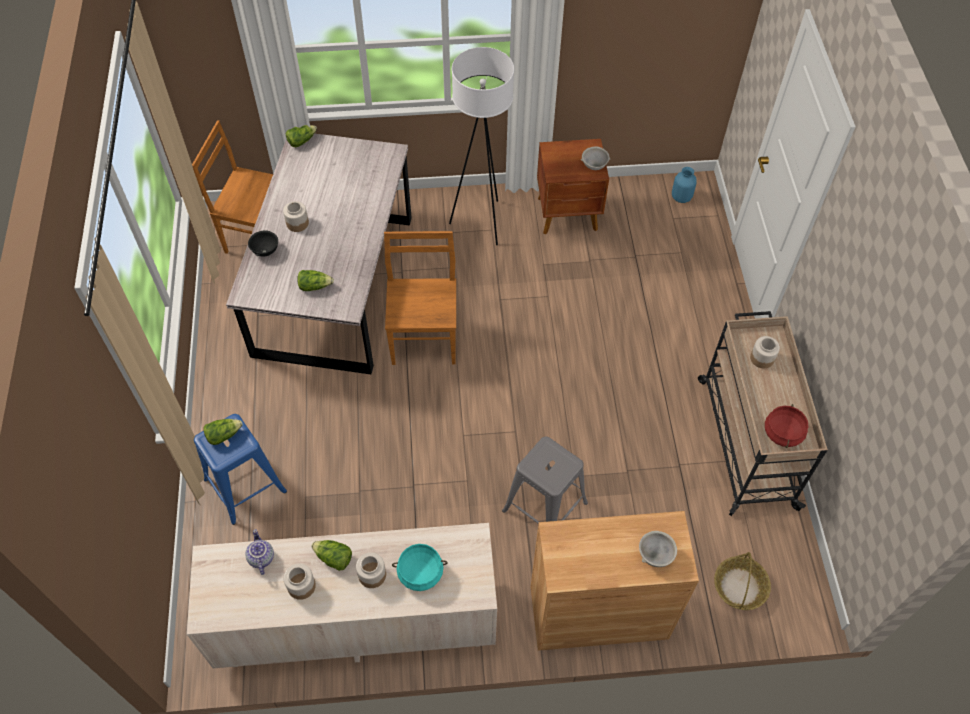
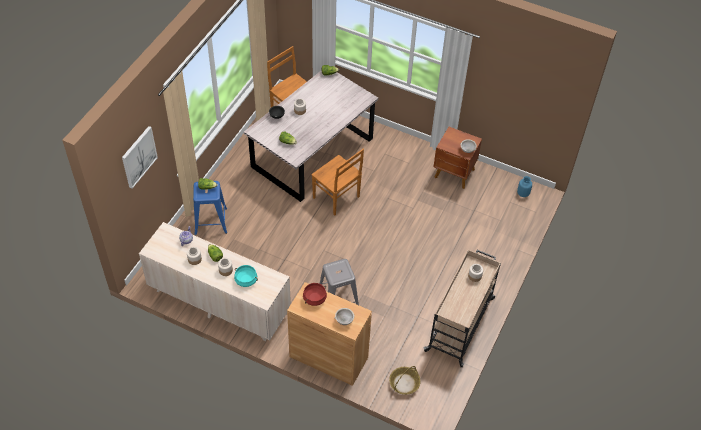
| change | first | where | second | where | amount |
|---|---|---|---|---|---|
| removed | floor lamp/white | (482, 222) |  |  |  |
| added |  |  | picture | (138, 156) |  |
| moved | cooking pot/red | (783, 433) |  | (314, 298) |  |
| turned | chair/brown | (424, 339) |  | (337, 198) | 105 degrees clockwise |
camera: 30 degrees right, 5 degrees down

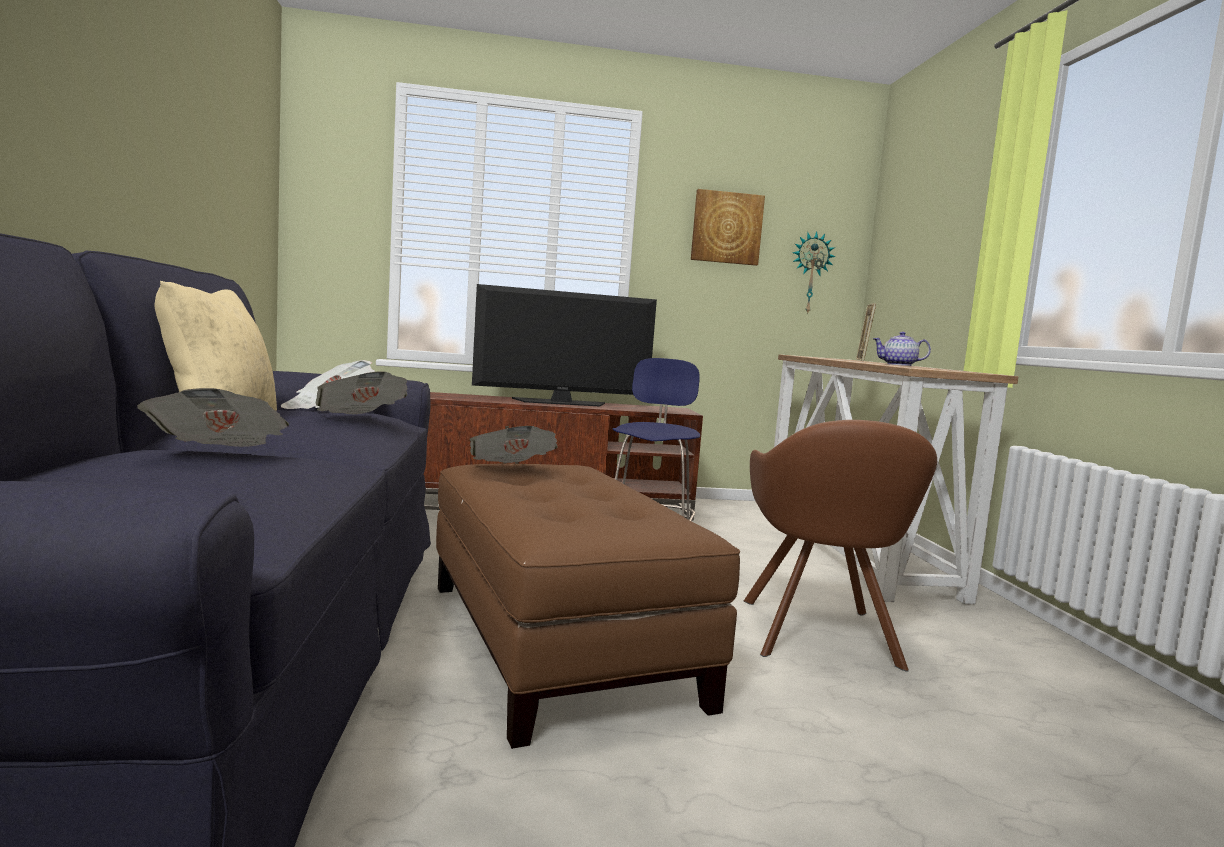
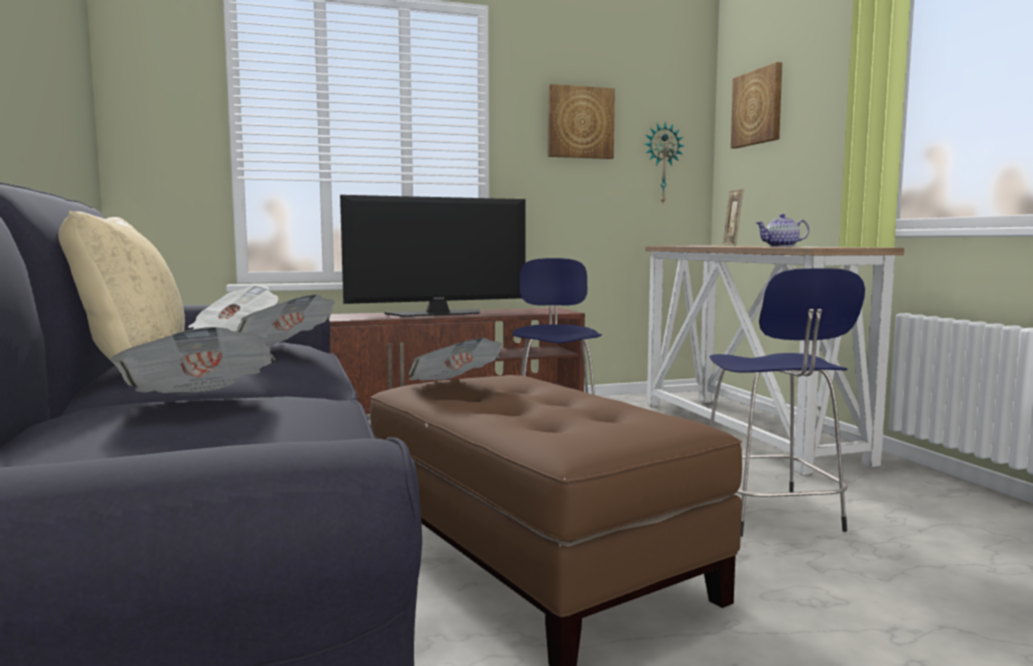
| change | first | where | second | where | amount |
|---|---|---|---|---|---|
| added |  |  | picture | (758, 107) |  |
| replaced | armchair/brown | (820, 636) | stool/blue | (770, 515) |  |
camera: 10 degrees left, 0 degrees up

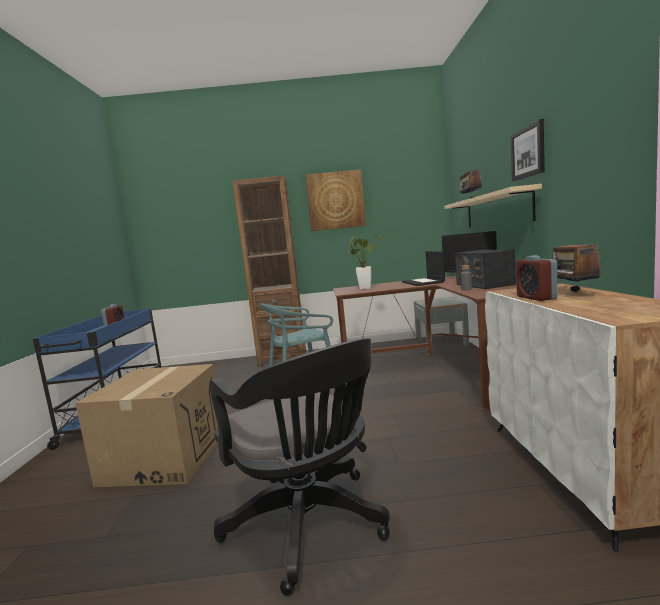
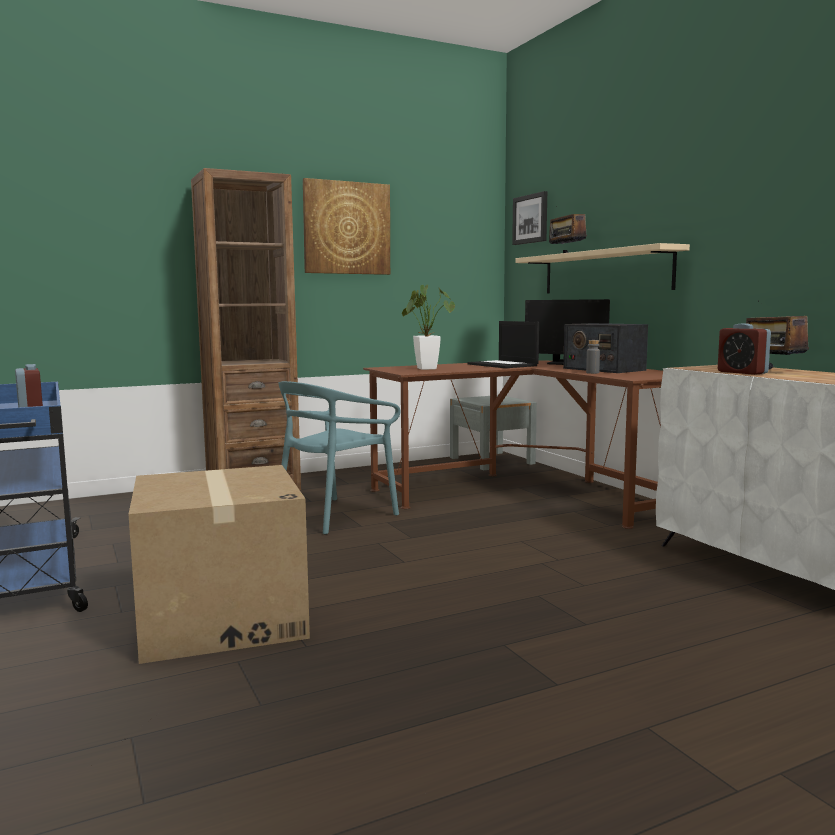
| change | first | where | second | where | amount |
|---|---|---|---|---|---|
| removed | office chair/black | (310, 526) |  |  |  |
| moved | picture | (528, 152) |  | (530, 219) |  |
camera: 25 degrees left, 0 degrees up

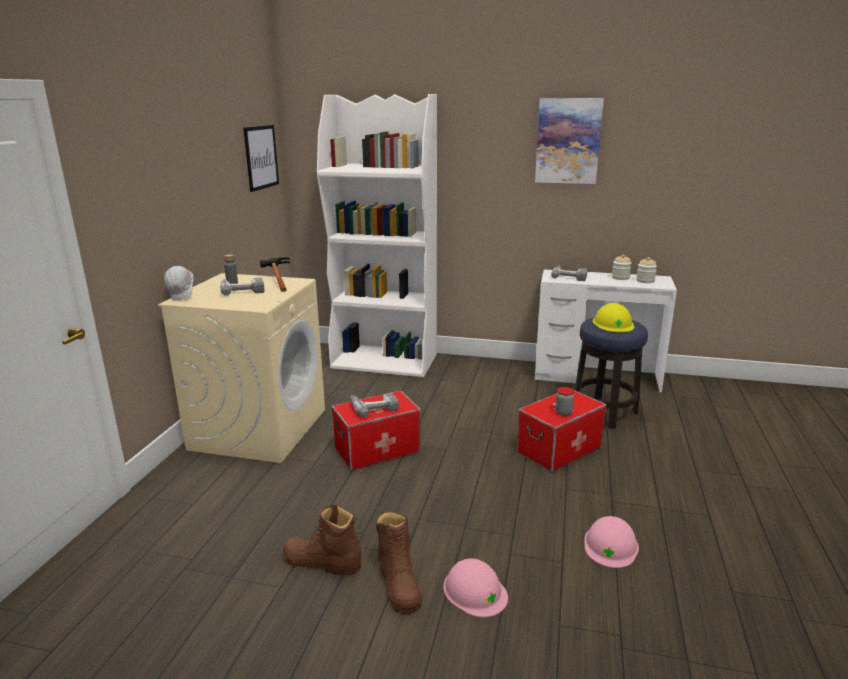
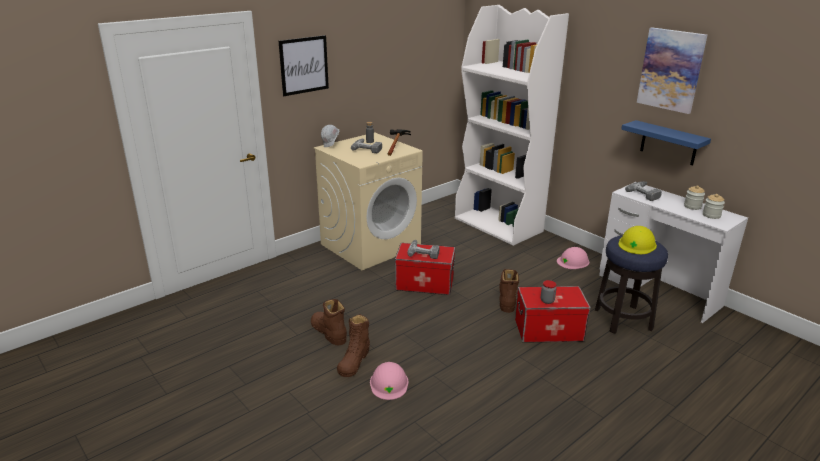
| change | first | where | second | where | amount |
|---|---|---|---|---|---|
| added |  |  | boot/brown | (507, 299) |  |
| added |  |  | shelf/blue | (668, 143) |  |
| moved | picture | (261, 157) |  | (304, 65) |  |
| moved | hard hat/pink | (610, 545) |  | (573, 261) |  |
camera: 35 degrees right, 5 degrees up

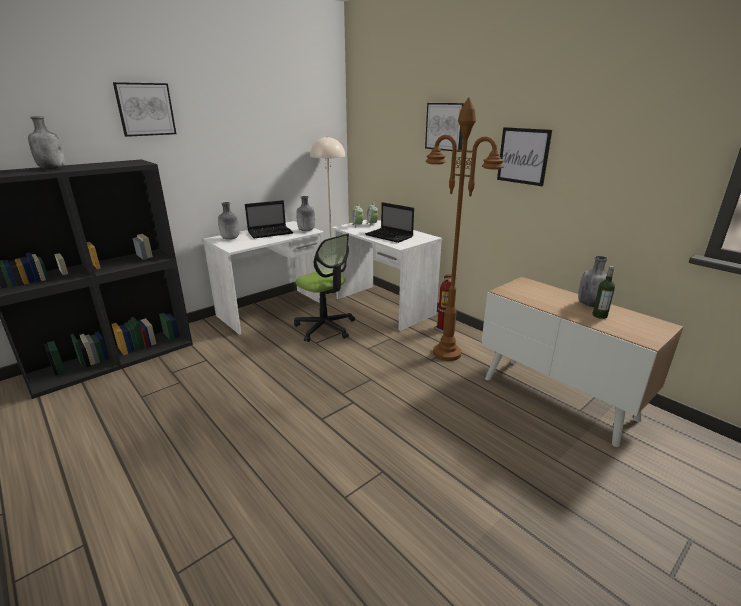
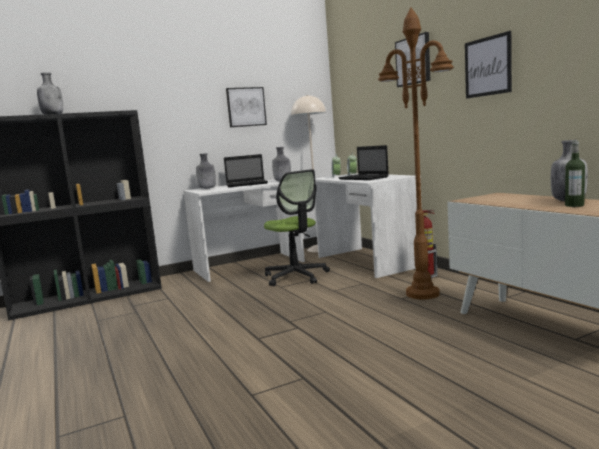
| change | first | where | second | where | amount |
|---|---|---|---|---|---|
| moved | picture | (145, 109) |  | (246, 107) |  |
camera: 15 degrees right, 15 degrees down

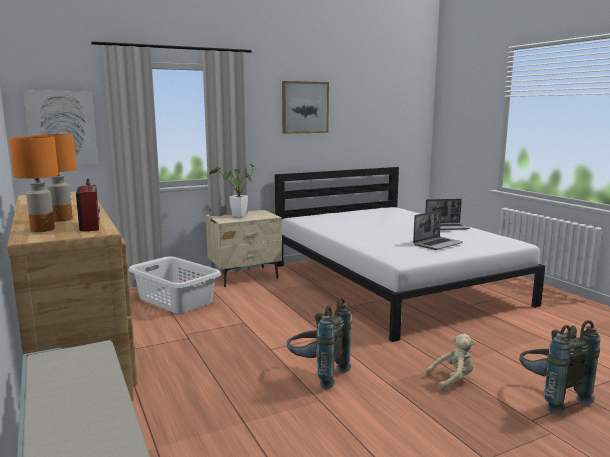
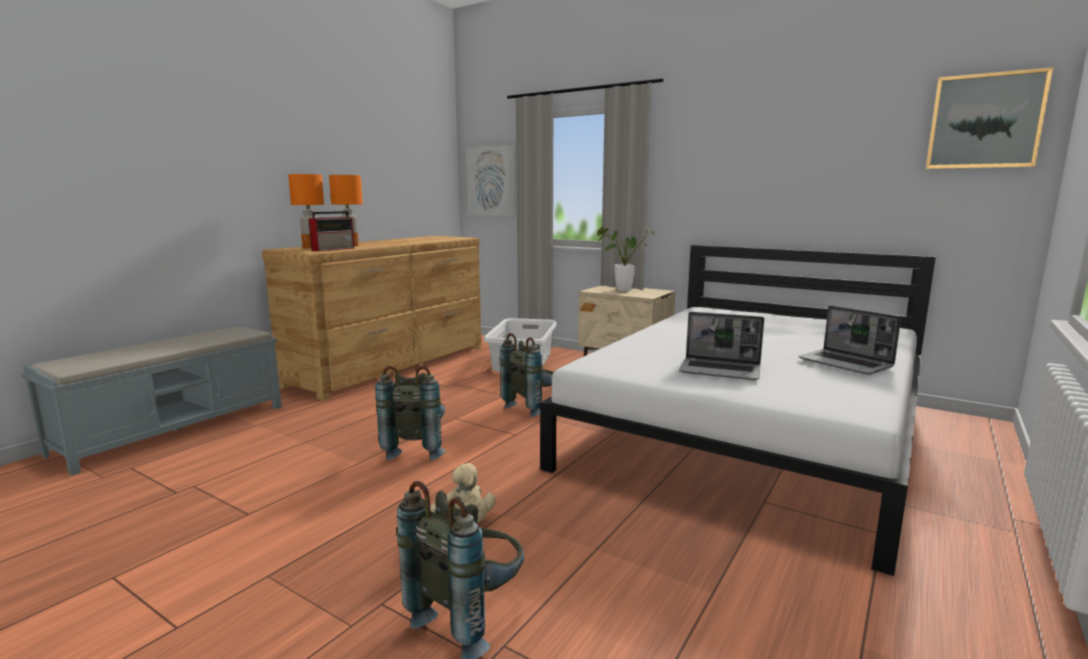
| change | first | where | second | where | amount |
|---|---|---|---|---|---|
| added |  |  | backpack/grey | (533, 407) |  |
| moved | picture | (304, 107) |  | (985, 121) |  |
camera: 60 degrees right, 0 degrees up

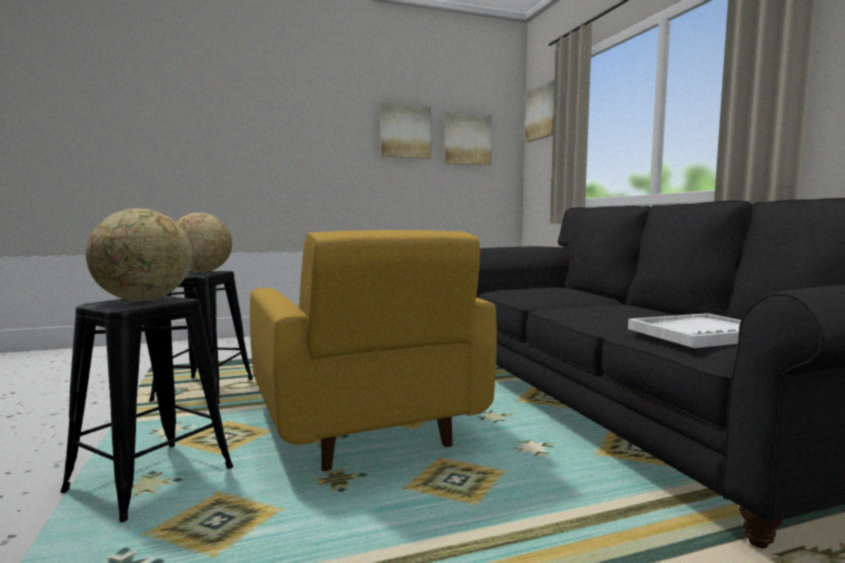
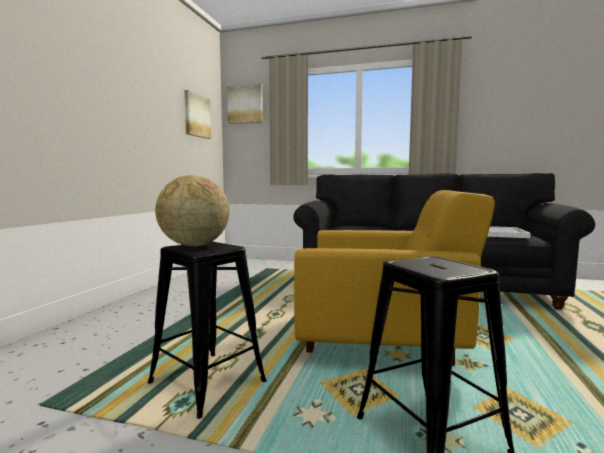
| change | first | where | second | where | amount |
|---|---|---|---|---|---|
| removed | globe | (144, 300) |  |  |  |
| removed | picture | (405, 131) |  |  |  |
camera: 55 degrees left, 0 degrees up

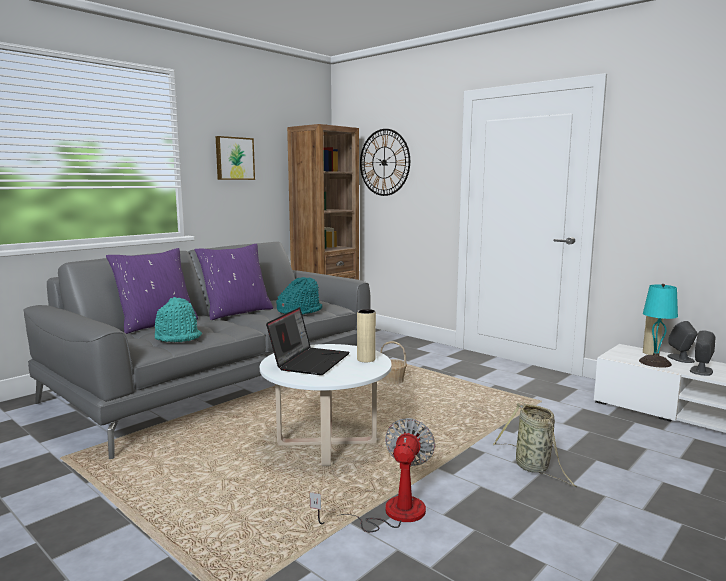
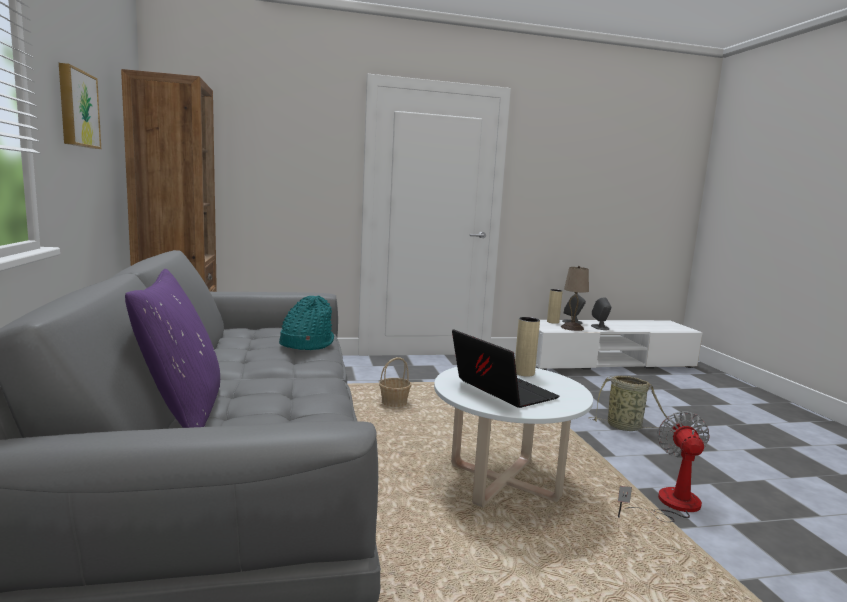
| change | first | where | second | where | amount |
|---|---|---|---|---|---|
| removed | hat/turquoise | (178, 337) |  |  |  |
| removed | pillow/purple | (236, 312) |  |  |  |
| removed | wall clock | (384, 162) |  |  |  |
| recoloured | table lamp/turquoise | (655, 362) | table lamp/beige | (572, 327) |  |
| turned | fan | (390, 513) |  | (669, 504) | 45 degrees clockwise |
camera: 55 degrees left, 0 degrees up

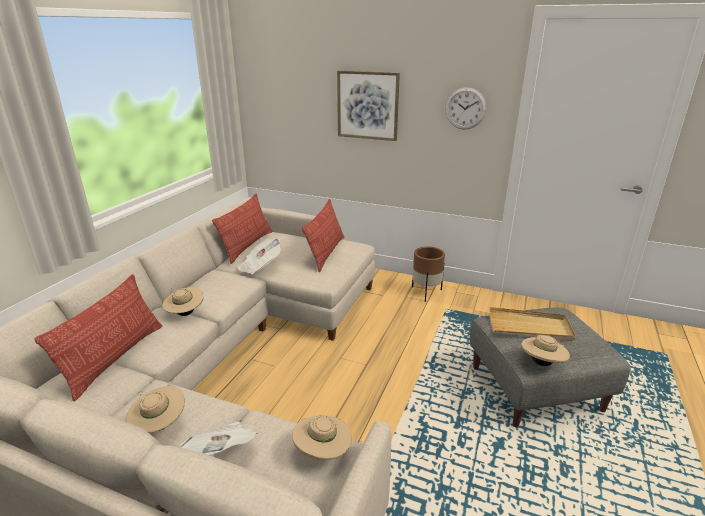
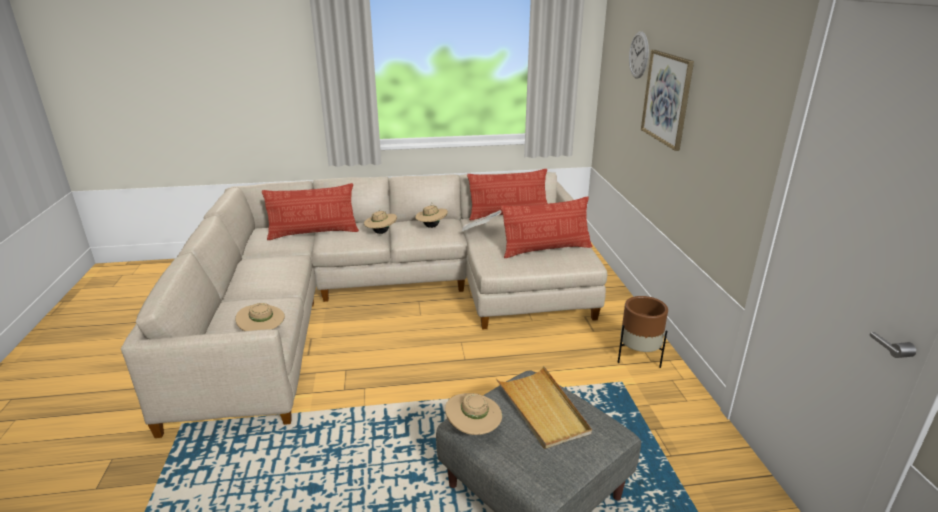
| change | first | where | second | where | amount |
|---|---|---|---|---|---|
| removed | newspaper | (222, 452) |  |  |  |
| moved | hat/beige | (159, 425) |  | (431, 226) |  |
| moved | wall clock | (465, 108) |  | (638, 55) |  |
camera: 60 degrees right, 0 degrees up

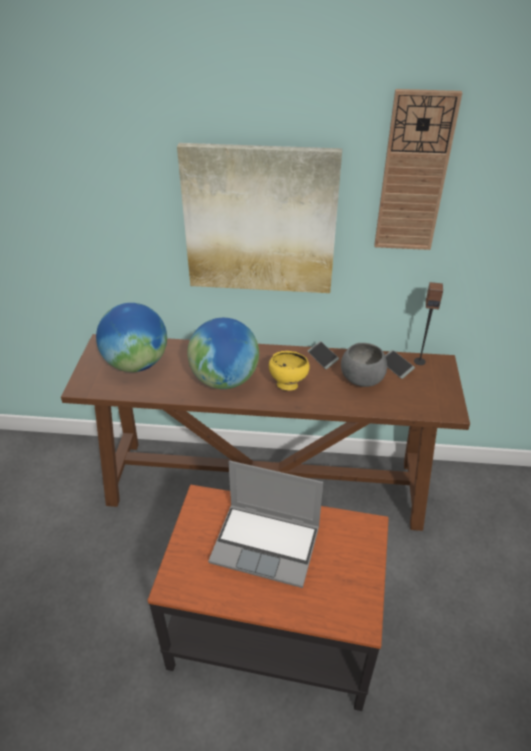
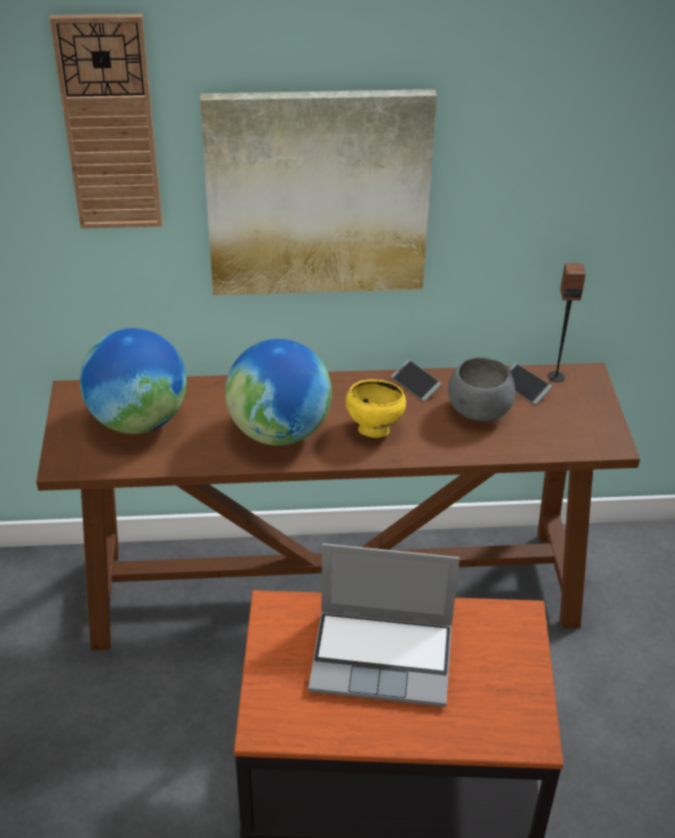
| change | first | where | second | where | amount |
|---|---|---|---|---|---|
| moved | wall clock | (414, 175) |  | (109, 125) |  |
camera: 10 degrees left, 0 degrees up

